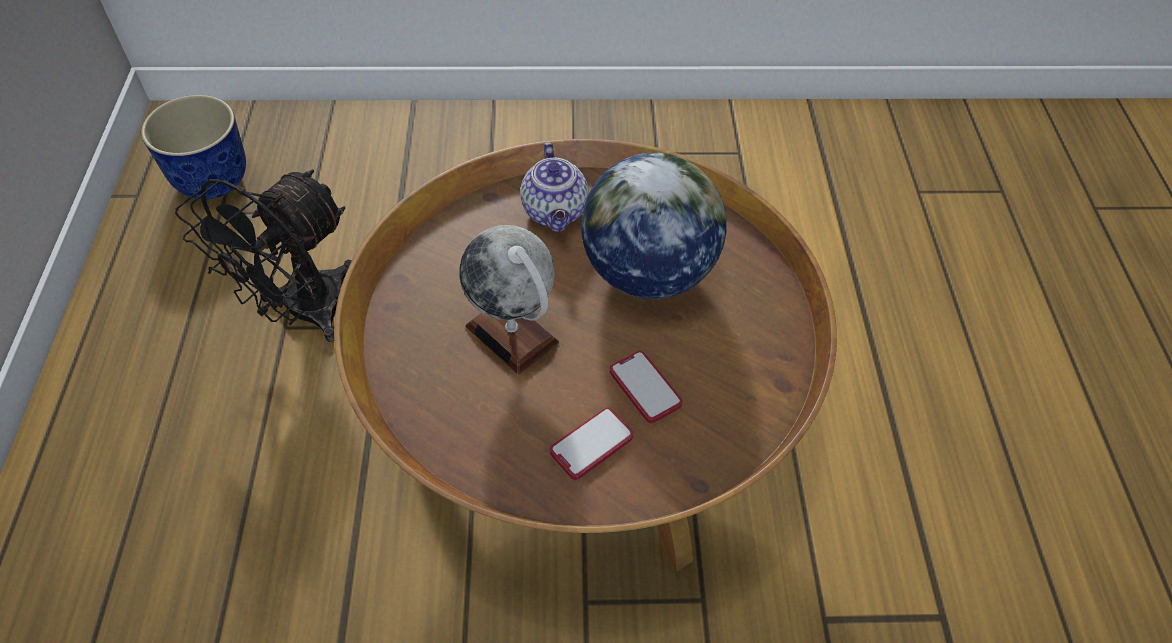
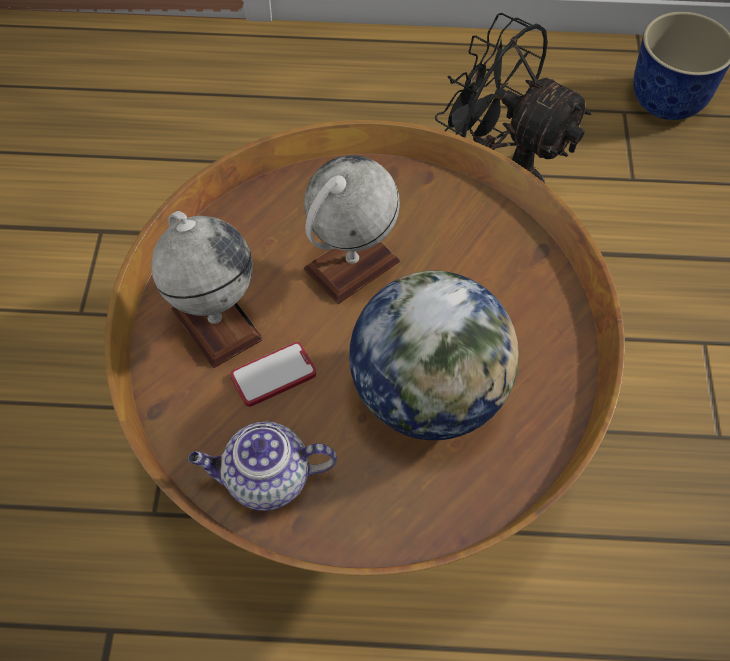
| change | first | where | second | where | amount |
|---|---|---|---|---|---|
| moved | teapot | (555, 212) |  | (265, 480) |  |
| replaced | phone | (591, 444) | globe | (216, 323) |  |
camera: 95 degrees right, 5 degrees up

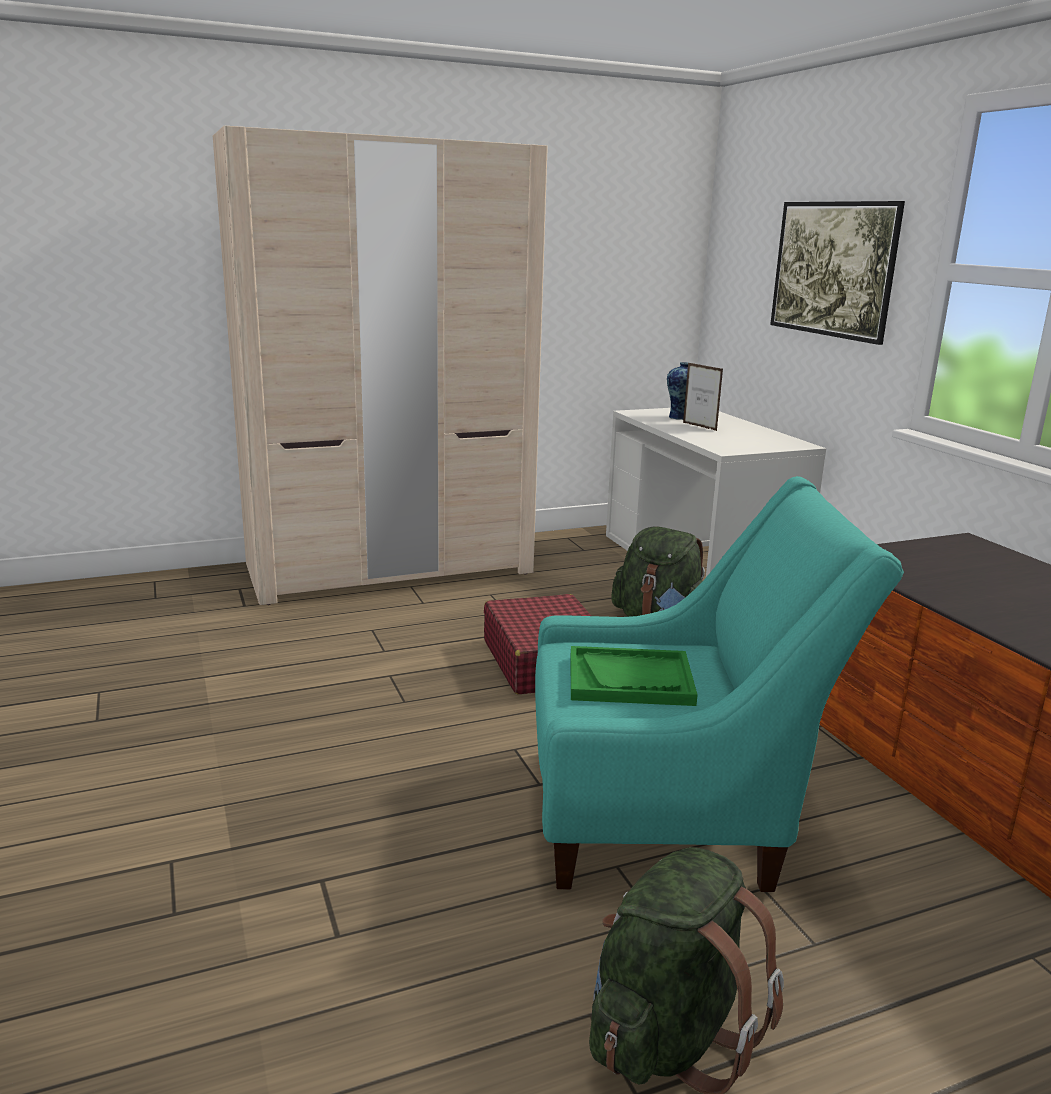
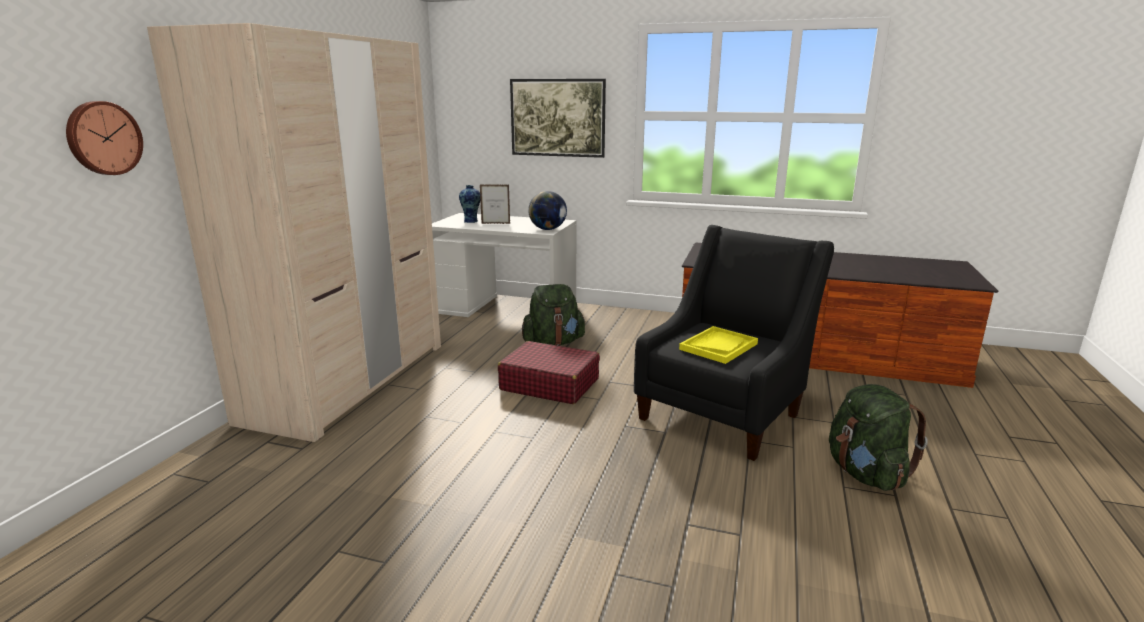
| change | first | where | second | where | amount |
|---|---|---|---|---|---|
| added |  |  | wall clock | (103, 138) |  |
| added |  |  | globe | (548, 229) |  |
| recoloured | armchair/turquoise | (672, 815) | armchair/black | (724, 412) |  |
| recoloured | tray/green | (630, 679) | tray/yellow | (718, 346) |  |
camera: 50 degrees left, 0 degrees up

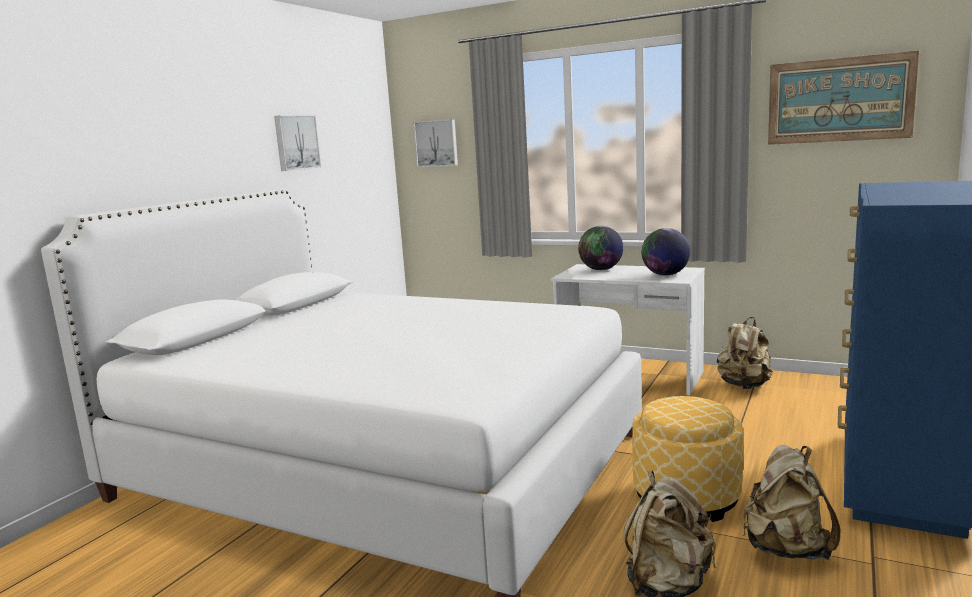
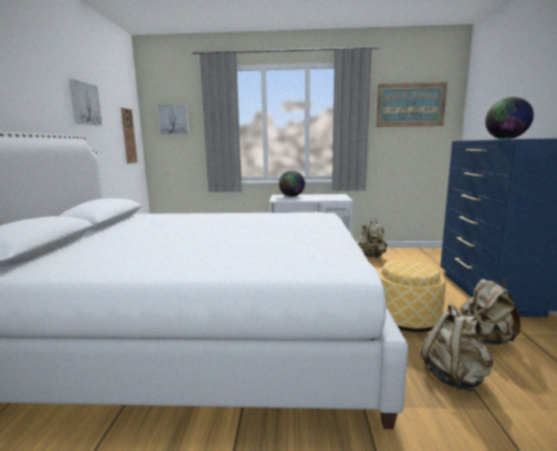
| change | first | where | second | where | amount |
|---|---|---|---|---|---|
| added |  |  | wall clock | (128, 136) |  |
| moved | globe | (665, 275) |  | (506, 139) |  |
camera: 25 degrees left, 0 degrees up

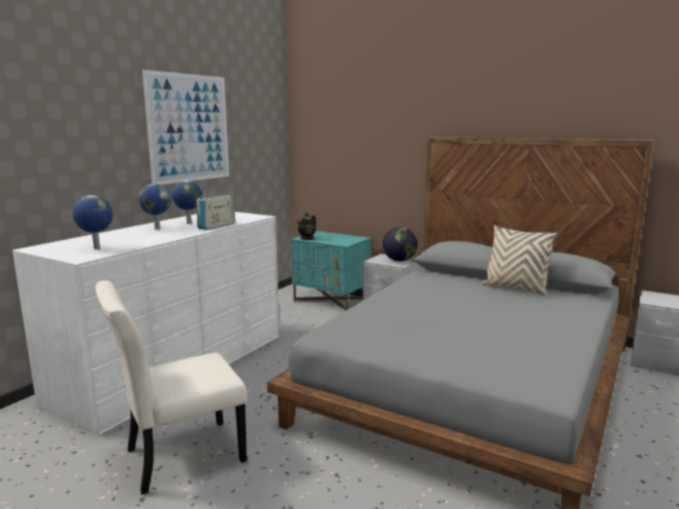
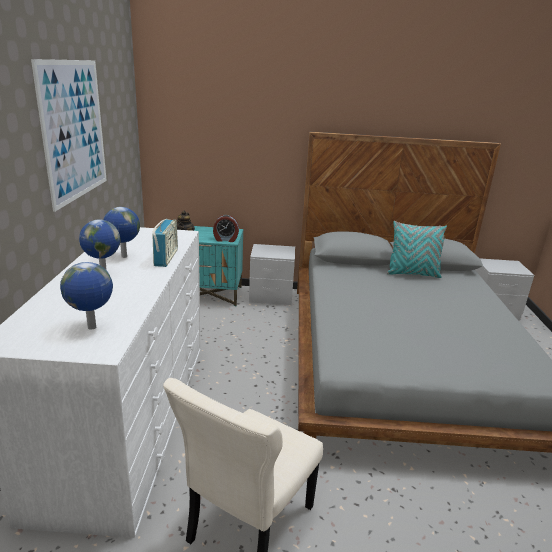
| change | first | where | second | where | amount |
|---|---|---|---|---|---|
| removed | globe | (399, 260) |  |  |  |
| added |  |  | alarm clock | (225, 239) |  |
| recoloured | pillow/beige | (515, 288) | pillow/turquoise | (412, 274) |  |
camera: 30 degrees left, 10 degrees up

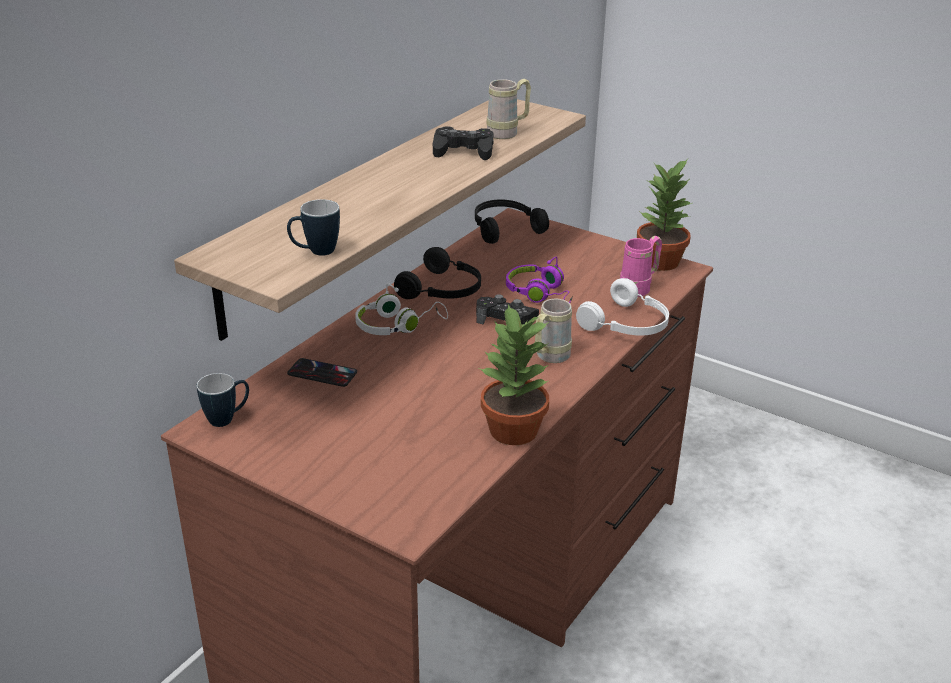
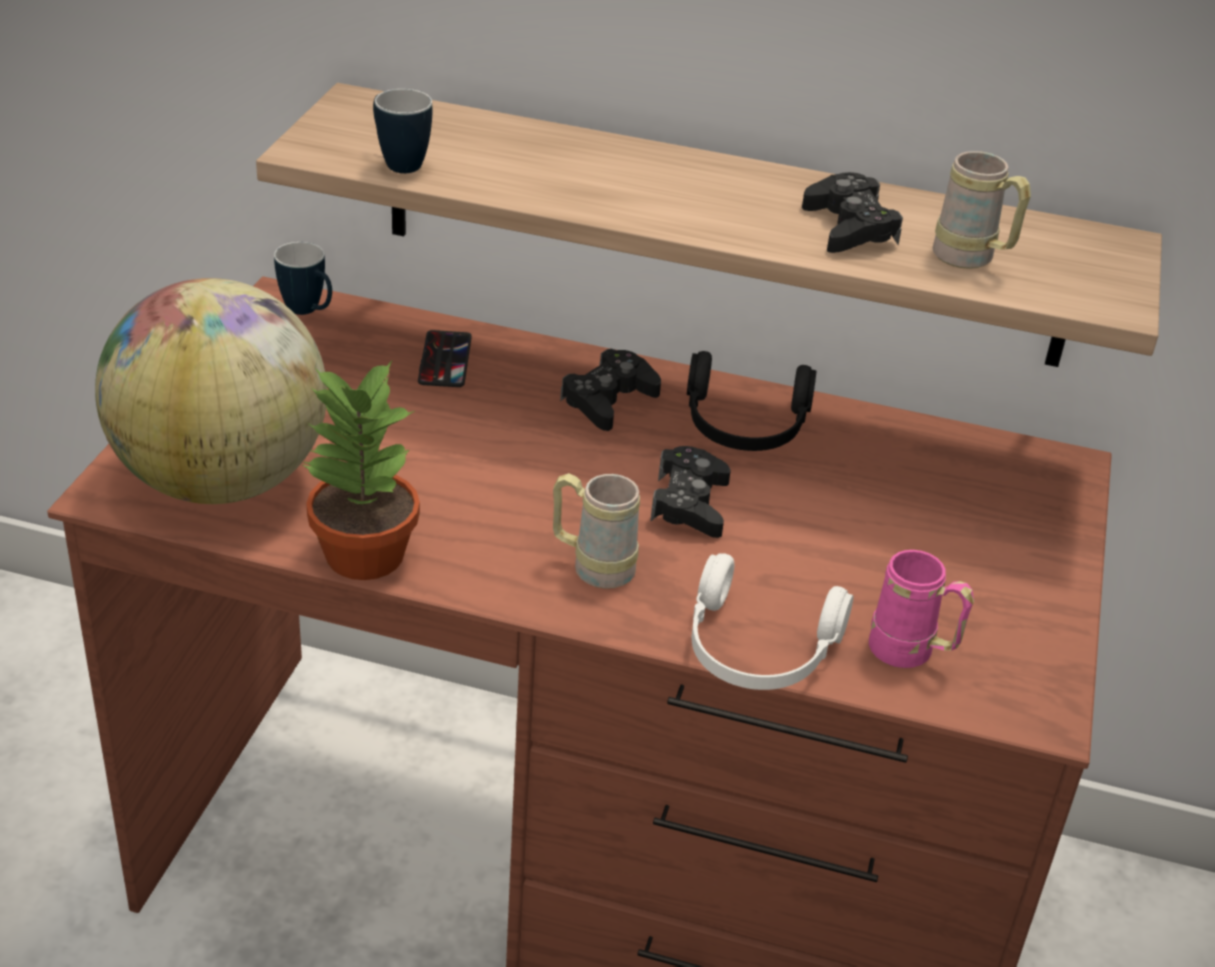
| change | first | where | second | where | amount |
|---|---|---|---|---|---|
| removed | headphones/black | (504, 228) |  |  |  |
| removed | headphones/purple | (541, 294) |  |  |  |
| removed | potted plant | (661, 262) |  |  |  |
| added |  |  | globe | (221, 480) |  |
| replaced | headphones/white | (397, 325) | game controller/black | (608, 400) |  |
camera: 70 degrees right, 5 degrees up

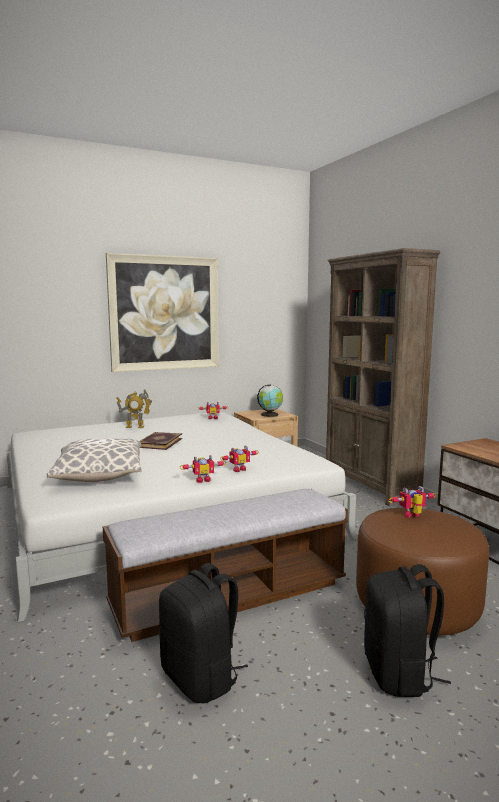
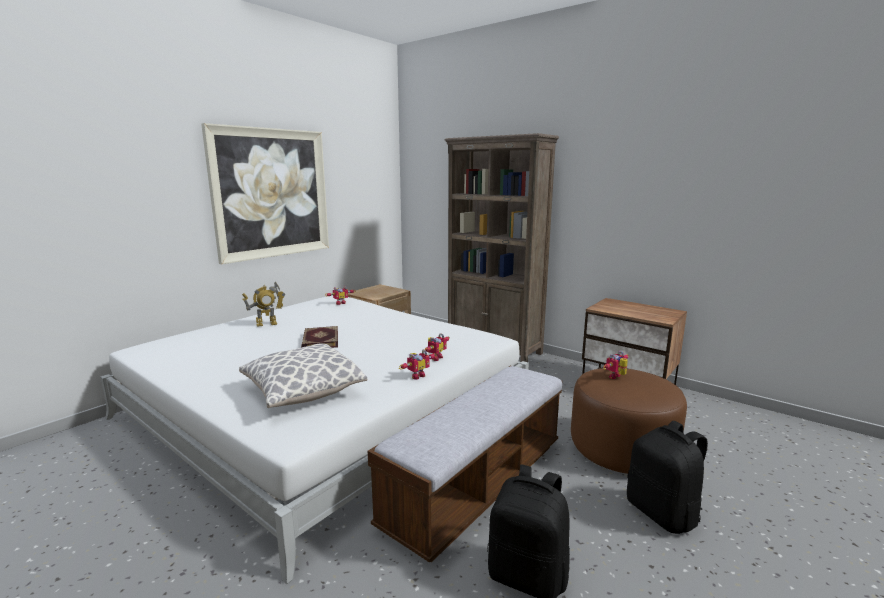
| change | first | where | second | where | amount |
|---|---|---|---|---|---|
| removed | globe | (270, 415) |  |  |  |
camera: 25 degrees left, 5 degrees up

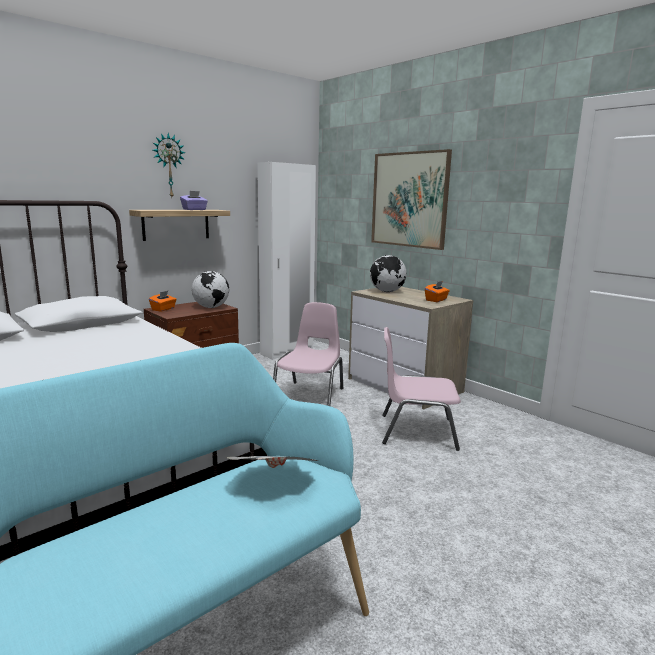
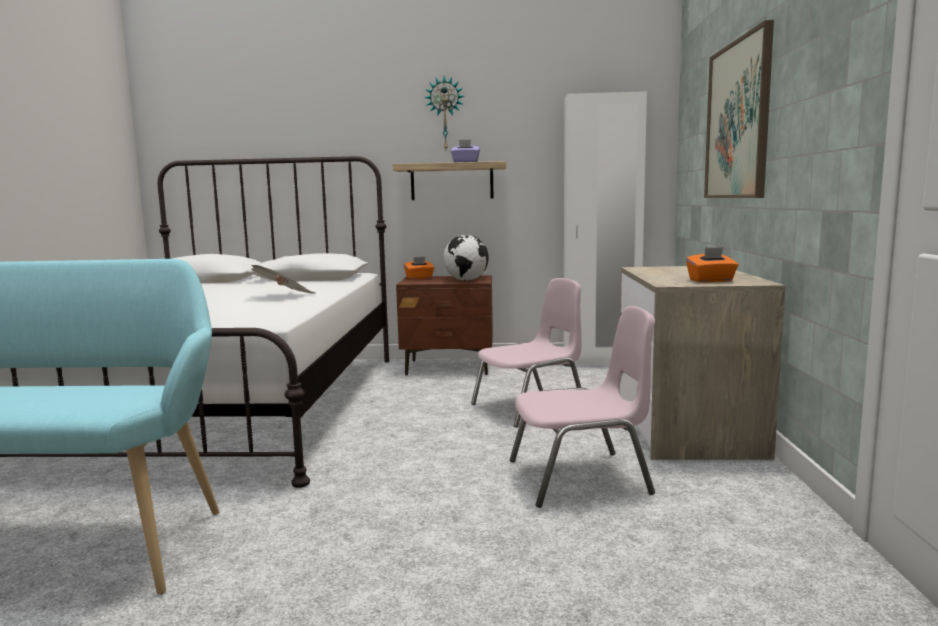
| change | first | where | second | where | amount |
|---|---|---|---|---|---|
| removed | globe | (387, 292) |  |  |  |
| moved | newspaper | (274, 480) |  | (285, 296) |  |
| turned | chair/pink | (416, 431) |  | (581, 478) | 120 degrees clockwise |
camera: 45 degrees right, 5 degrees down

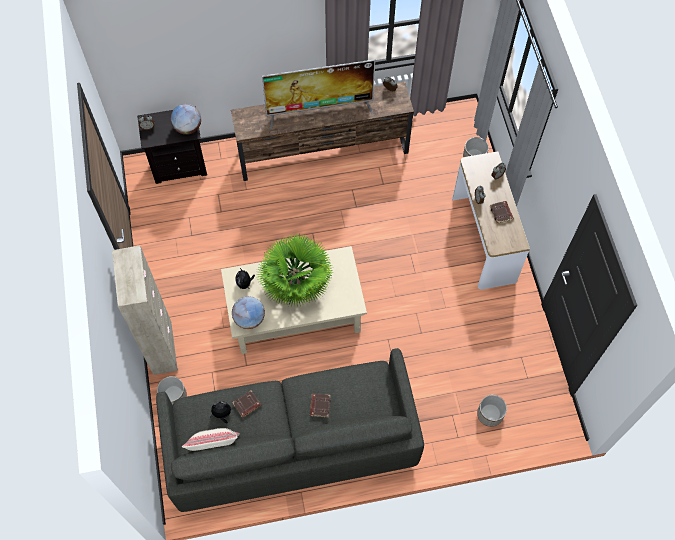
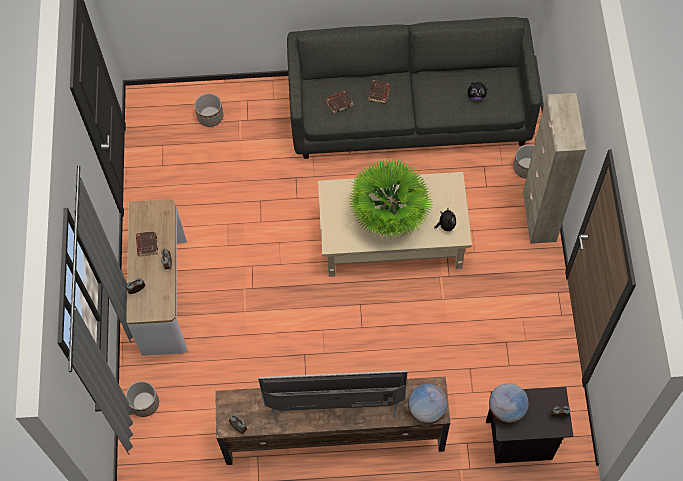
| change | first | where | second | where | amount |
|---|---|---|---|---|---|
| removed | pillow/beige | (214, 446) |  |  |  |
| moved | globe | (249, 319) |  | (427, 409) |  |
| moved | book/brown | (247, 405) |  | (339, 102) |  |
camera: 170 degrees left, 0 degrees up

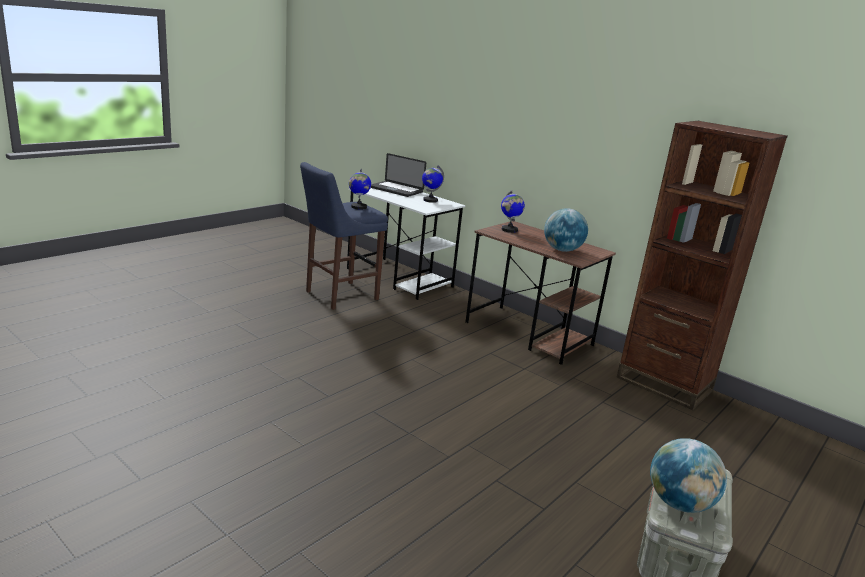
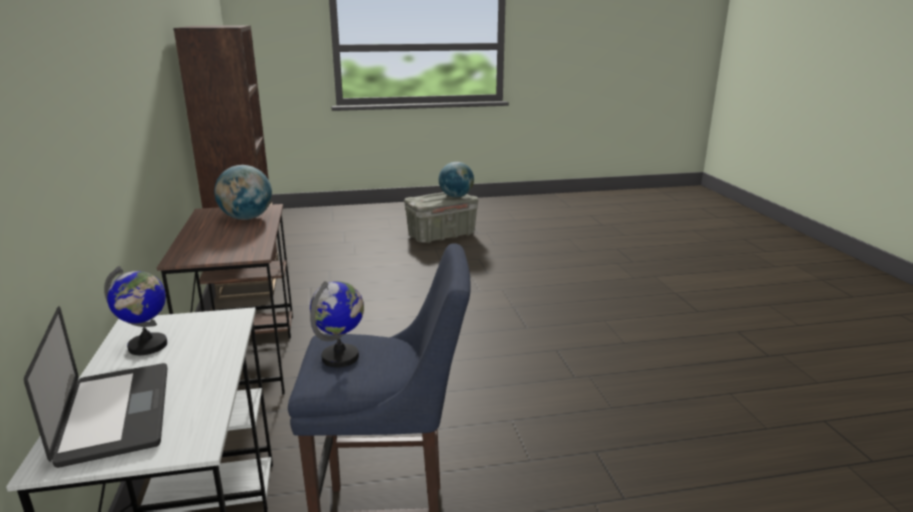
| change | first | where | second | where | amount |
|---|---|---|---|---|---|
| removed | globe | (509, 230) |  |  |  |
camera: 140 degrees left, 0 degrees up

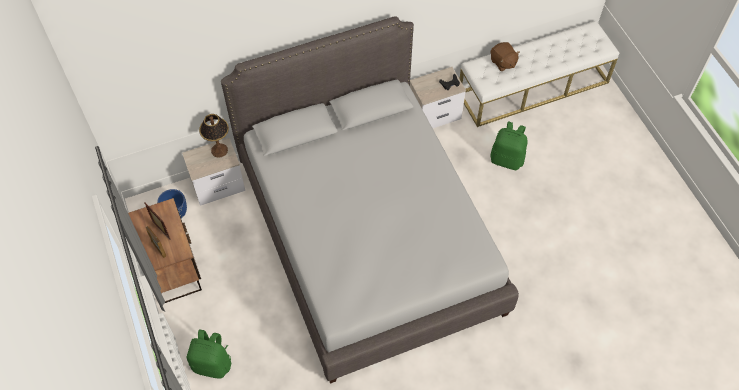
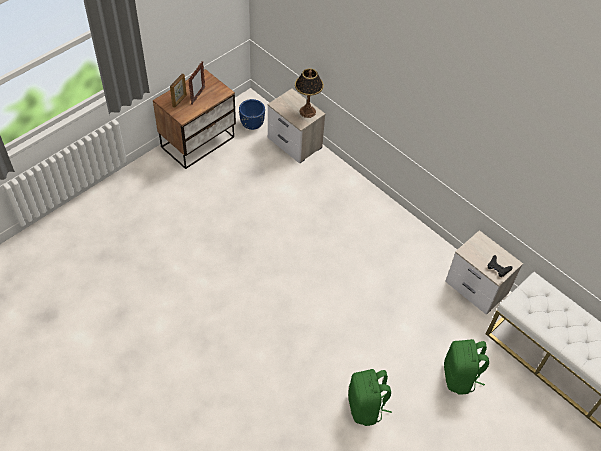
| change | first | where | second | where | amount |
|---|---|---|---|---|---|
| removed | bed/grey | (369, 236) |  |  |  |
| removed | plush toy/brown | (503, 62) |  |  |  |
| moved | backpack/green | (213, 364) |  | (366, 407) |  |
camera: 65 degrees right, 5 degrees down

